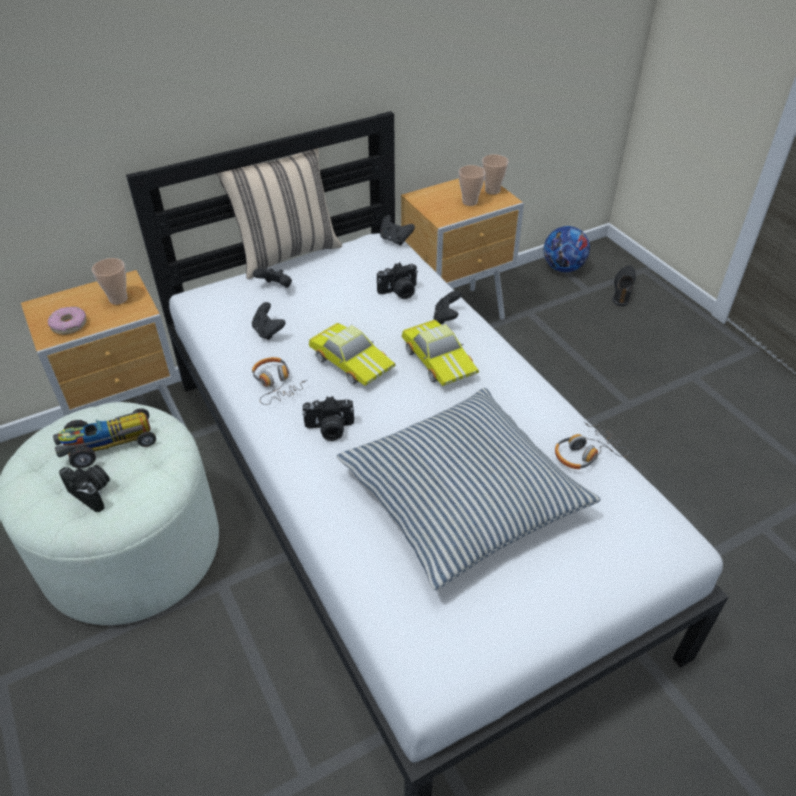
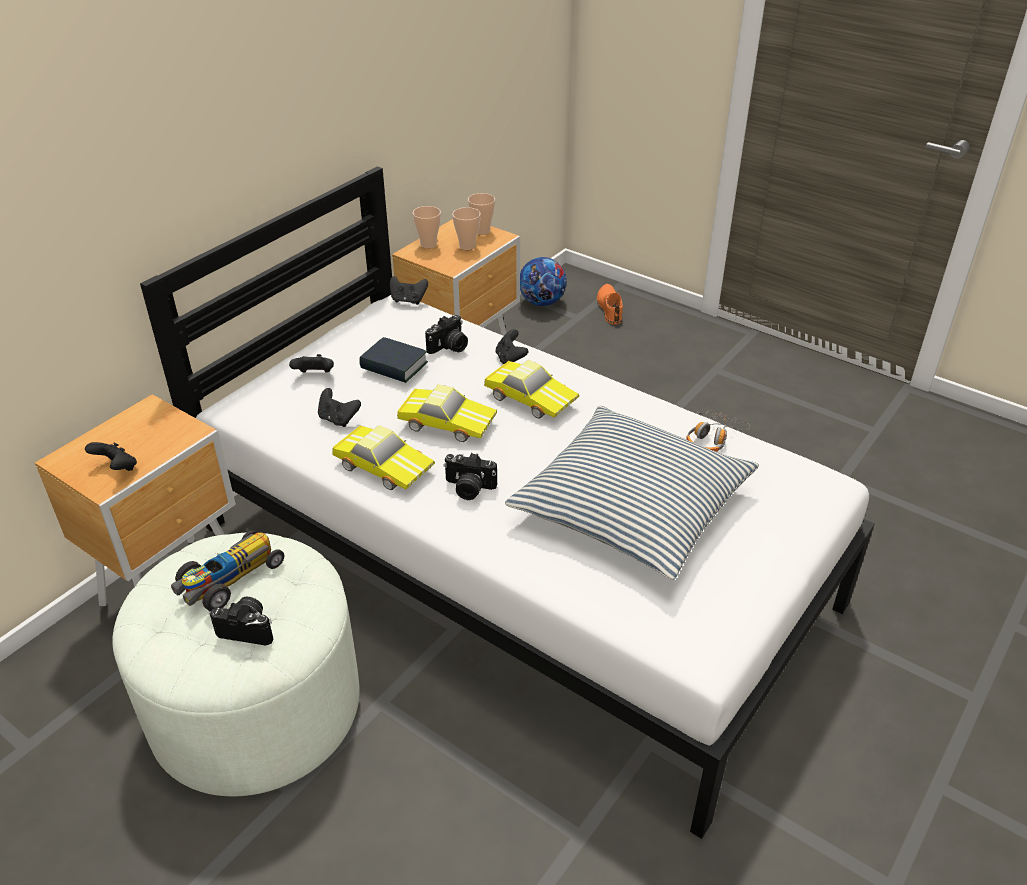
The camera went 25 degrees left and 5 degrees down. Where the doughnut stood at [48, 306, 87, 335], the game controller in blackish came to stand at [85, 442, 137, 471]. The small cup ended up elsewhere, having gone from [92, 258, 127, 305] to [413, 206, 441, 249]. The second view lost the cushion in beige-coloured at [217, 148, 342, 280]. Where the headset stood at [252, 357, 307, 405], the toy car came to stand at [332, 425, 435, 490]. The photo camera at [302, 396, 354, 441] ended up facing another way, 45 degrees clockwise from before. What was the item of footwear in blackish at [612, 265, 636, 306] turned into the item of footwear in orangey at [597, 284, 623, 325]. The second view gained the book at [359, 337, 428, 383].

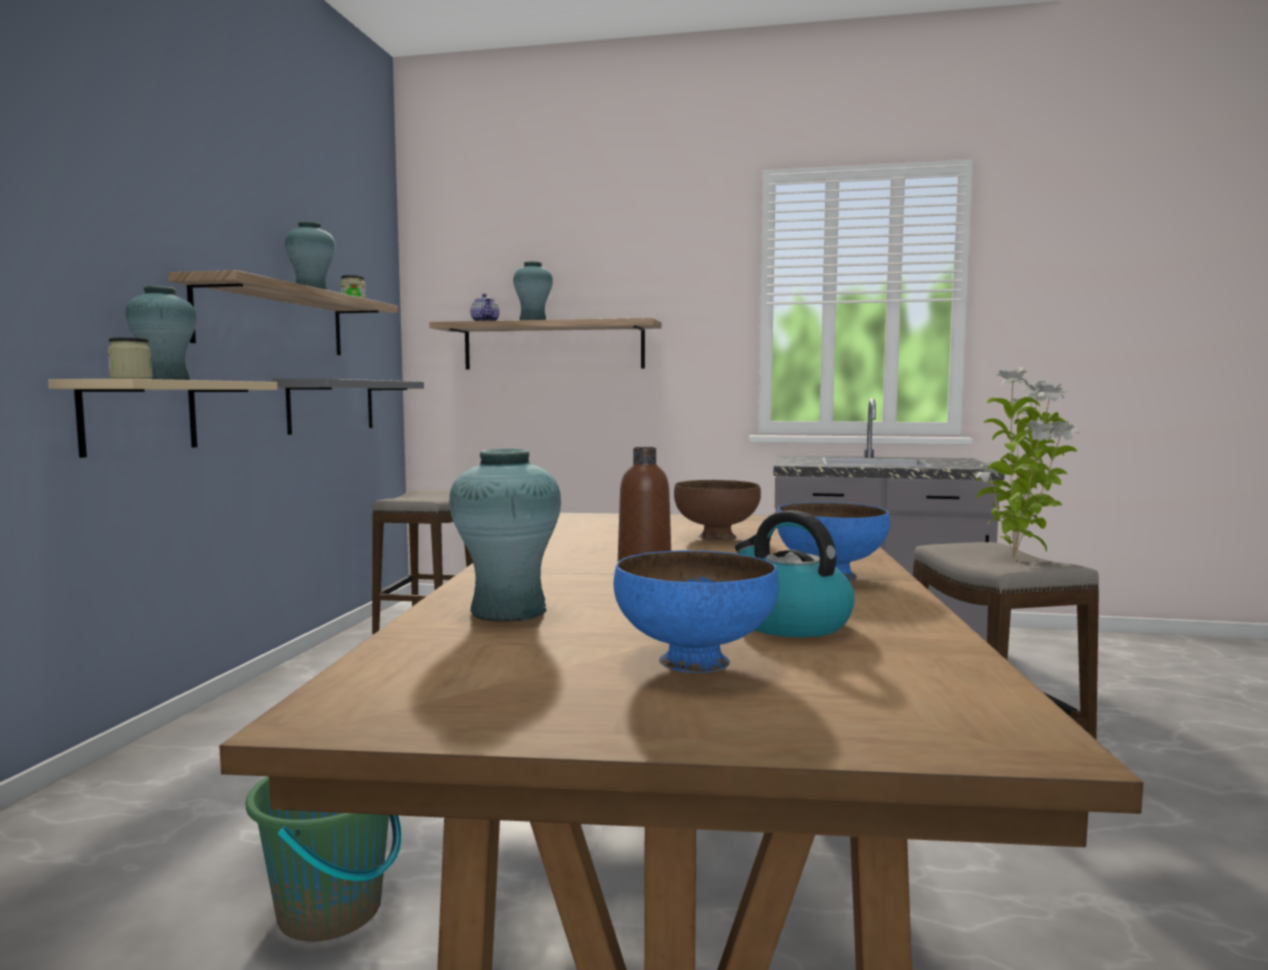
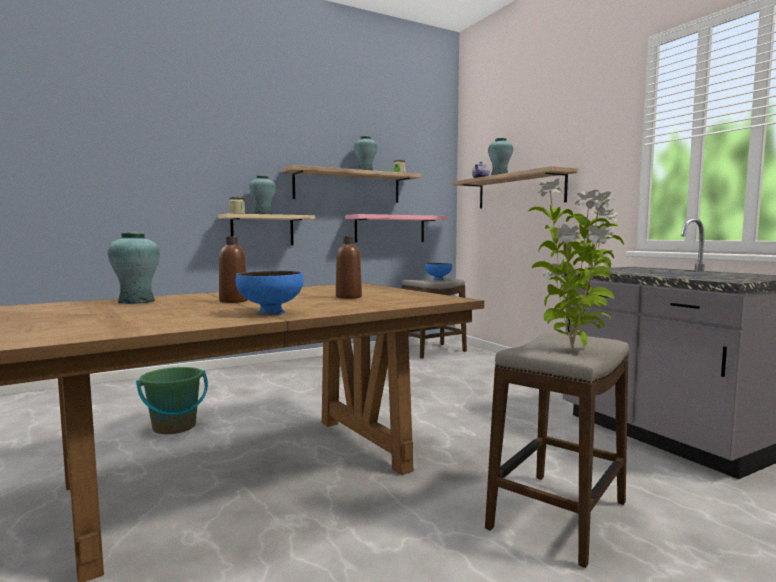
The camera went 50 degrees right and 0 degrees up. What was the bracket shelf in gray at [273, 379, 424, 435] turned into the bracket shelf in pinkish at [345, 214, 447, 242]. The deep dish in blue-coloured ended up elsewhere, having gone from [614, 550, 779, 673] to [425, 263, 452, 281]. Where the deep dish in brown stood at [674, 480, 761, 540], the beverage bottle in brown came to stand at [336, 236, 362, 299]. The second view lost the tea kettle at [735, 510, 855, 637].

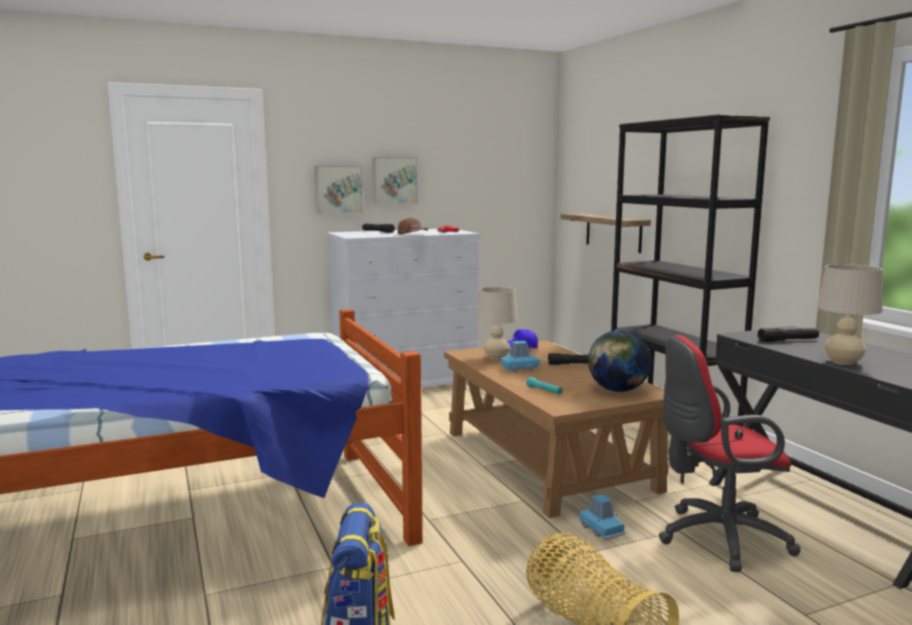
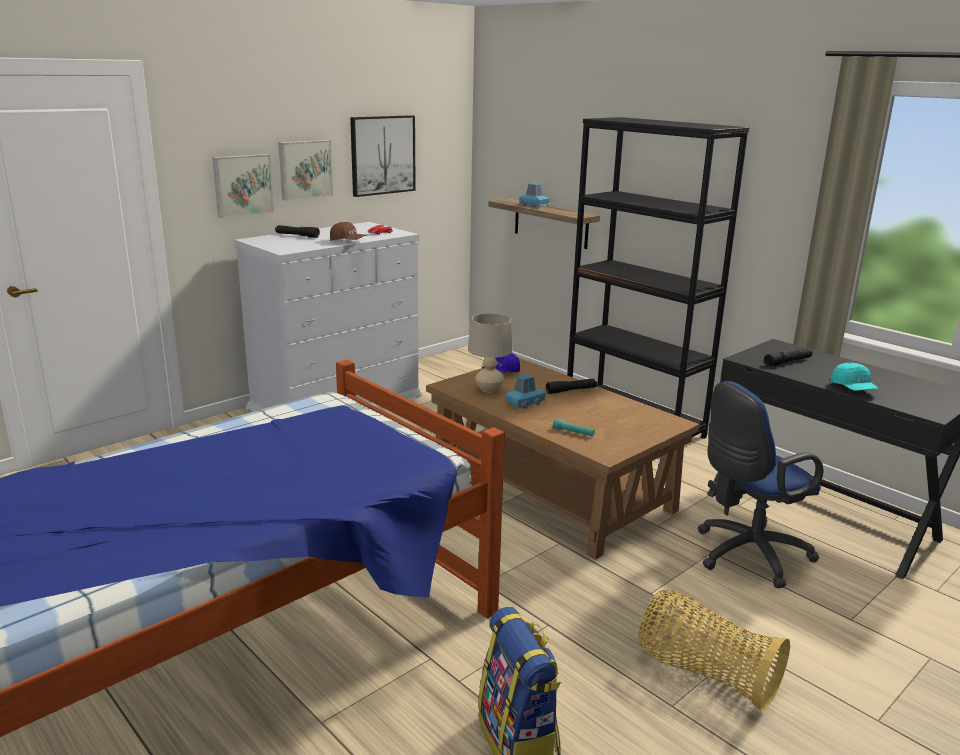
The camera went 20 degrees left and 10 degrees up. The toy car in blue-coloured ended up elsewhere, having gone from [579, 494, 625, 540] to [519, 183, 550, 207]. The second view lost the globe at [588, 330, 651, 392]. What was the office chair in red at [658, 335, 801, 572] turned into the office chair in blue-coloured at [698, 381, 824, 588]. Where the table lamp in beige-coloured stood at [817, 264, 883, 365], the peaked cap in turquoise came to stand at [830, 362, 879, 391]. The second view gained the wall picture at [350, 115, 416, 197].

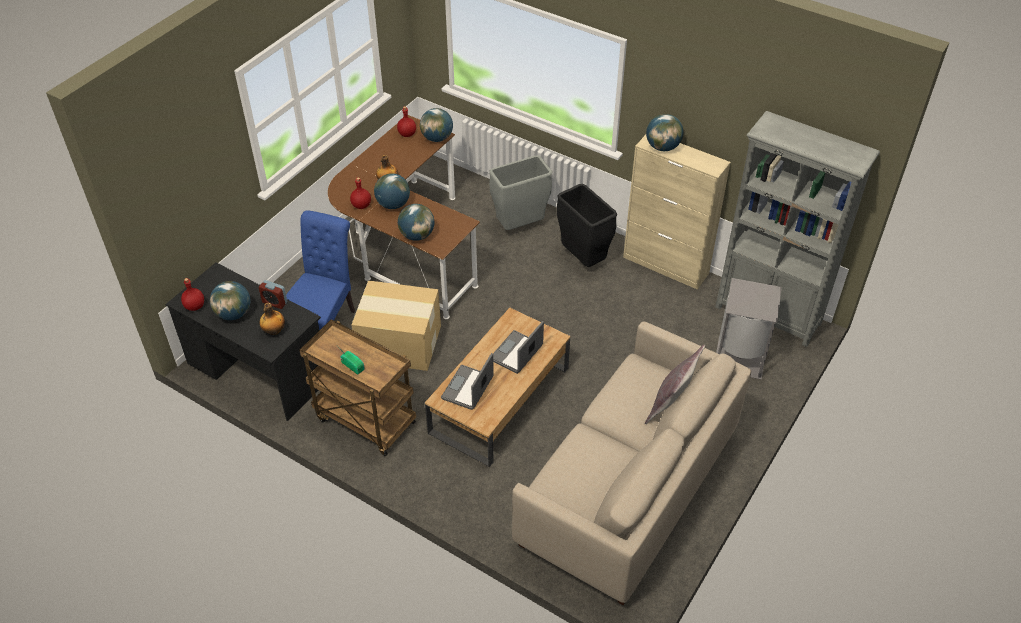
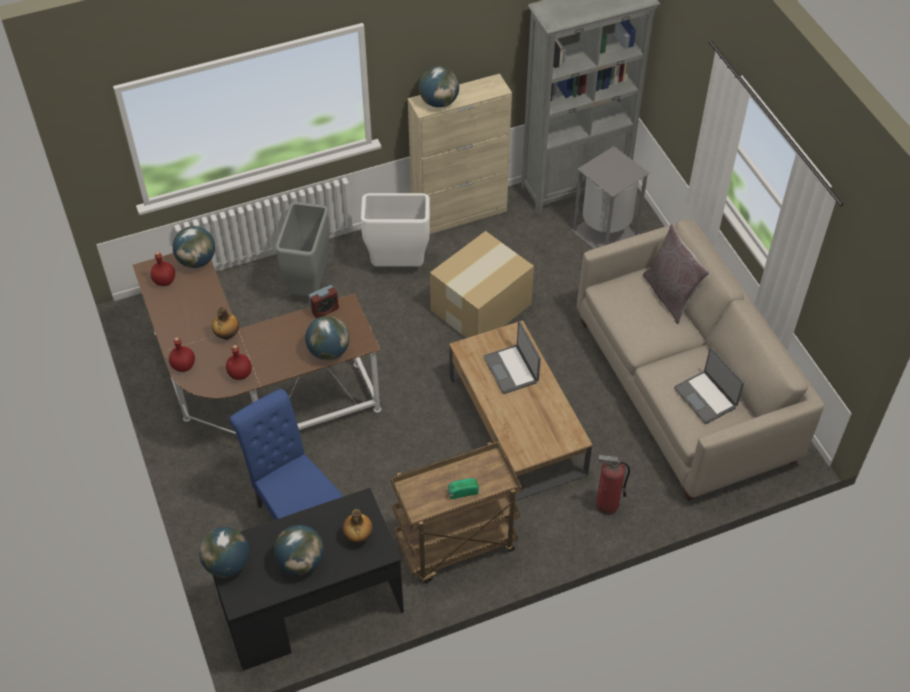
The camera went 55 degrees left and 5 degrees up. The beverage bottle in red ended up elsewhere, having gone from [181, 278, 204, 311] to [169, 337, 195, 372]. The bedside clock ended up elsewhere, having gone from [259, 280, 287, 309] to [309, 285, 339, 318]. The packing box ended up elsewhere, having gone from [351, 280, 441, 371] to [430, 231, 534, 338]. The globe ended up elsewhere, having gone from [374, 173, 410, 209] to [199, 527, 250, 577]. The portable computer ended up elsewhere, having gone from [441, 353, 494, 410] to [674, 347, 744, 424]. What was the trash can in blackish at [557, 184, 617, 267] turned into the trash can in white-coloured at [361, 193, 430, 267]. The second view gained the fire-fighting cylinder at [596, 455, 630, 515].

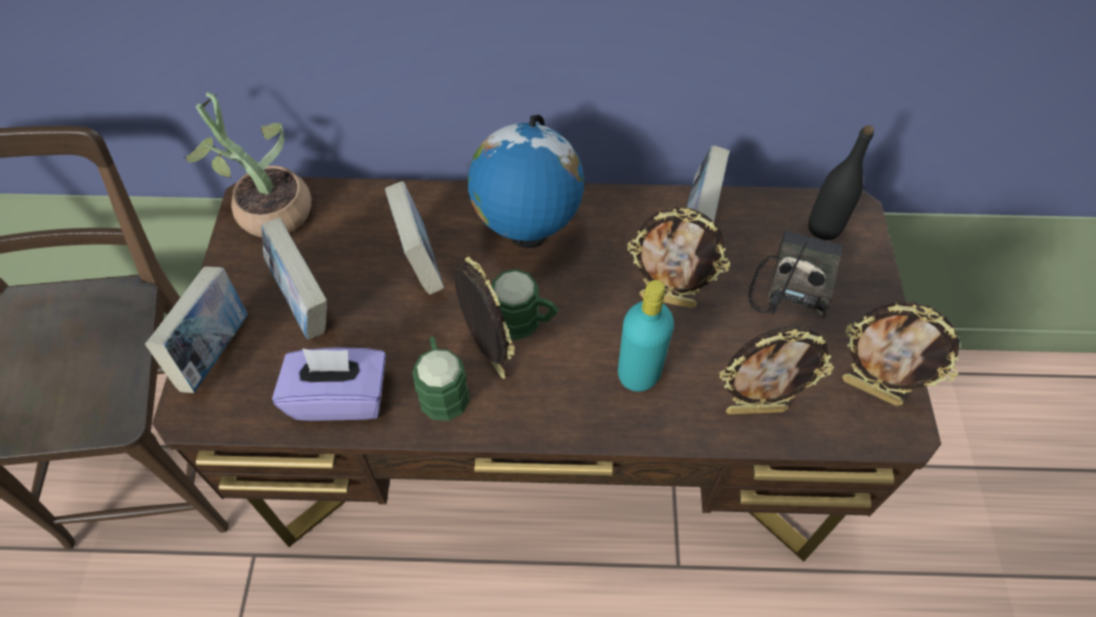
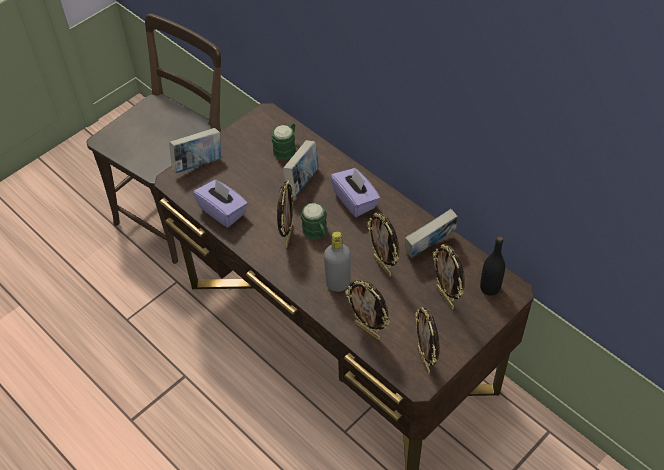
The camera went 45 degrees right and 5 degrees down. The second view lost the plant in a pot at [184, 92, 311, 237]. The second view lost the book at [261, 218, 327, 340]. The coffee mug in green-coloured ended up elsewhere, having gone from [412, 337, 470, 421] to [271, 123, 296, 160]. Where the globe stood at [468, 115, 584, 248], the box of tissues in purplish came to stand at [330, 168, 380, 217]. What was the beverage bottle in turquoise at [618, 280, 674, 392] turned into the beverage bottle in gray at [324, 231, 351, 292]. Where the radio set stood at [748, 230, 843, 318], the picture frame came to stand at [433, 244, 465, 310].

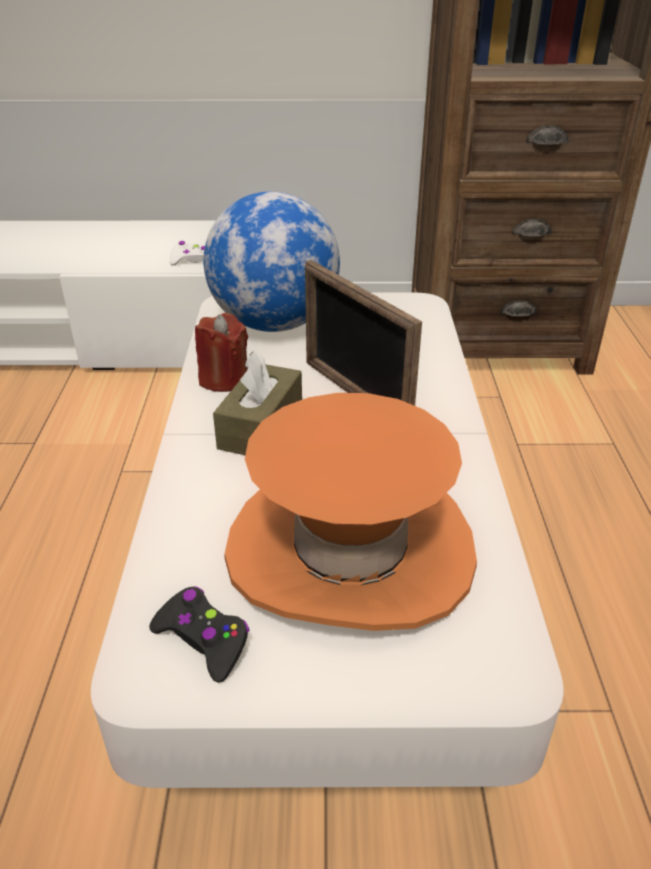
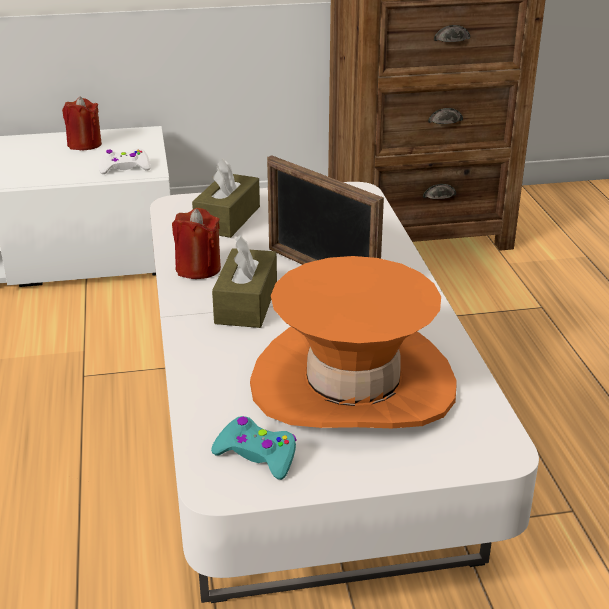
The camera went 10 degrees left and 5 degrees down. What was the game controller in blackish at [149, 586, 250, 683] turned into the game controller in turquoise at [211, 416, 297, 480]. Where the globe stood at [203, 192, 340, 332], the box of tissues in brown came to stand at [192, 158, 260, 238]. The second view gained the wax candle in red at [62, 96, 102, 150].

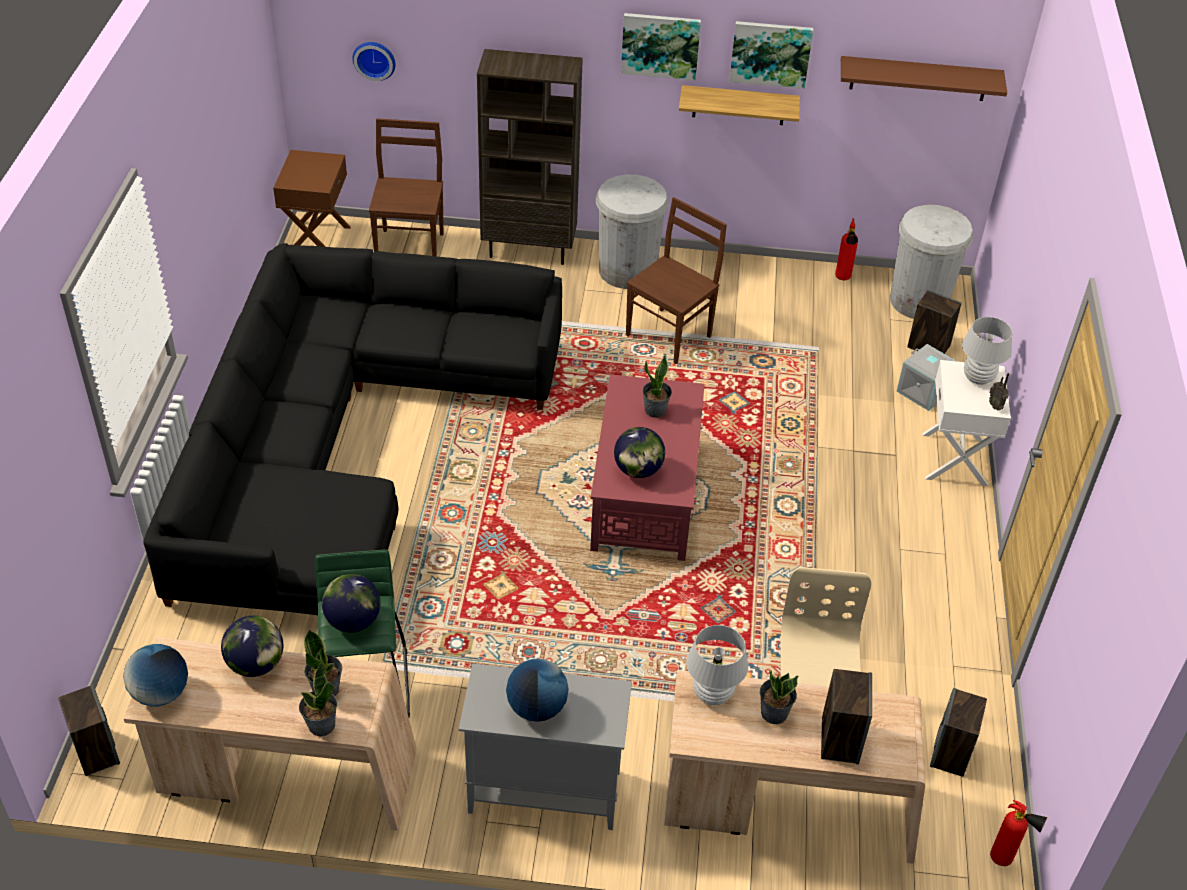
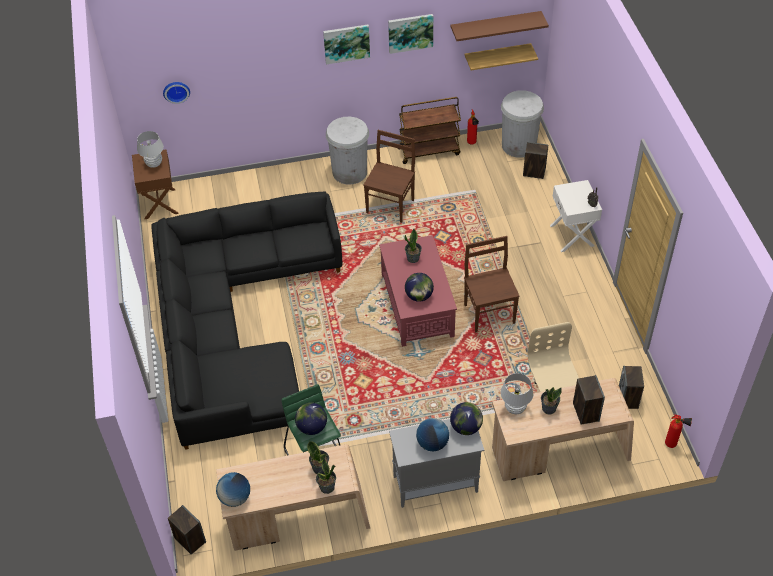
The camera went 15 degrees left and 5 degrees up. The globe ended up elsewhere, having gone from [221, 615, 283, 677] to [450, 402, 483, 435]. The upright chair in brown ended up elsewhere, having gone from [369, 118, 444, 257] to [464, 236, 520, 332]. The second view lost the bookcase in brown at [477, 49, 583, 265]. The bracket shelf ended up elsewhere, having gone from [679, 85, 800, 125] to [465, 43, 538, 70]. The second view lost the storage bin in gray at [897, 344, 956, 411]. The table lamp in white-coloured ended up elsewhere, having gone from [962, 317, 1012, 385] to [137, 131, 164, 168]. The second view gained the cart in brown at [399, 97, 461, 164].

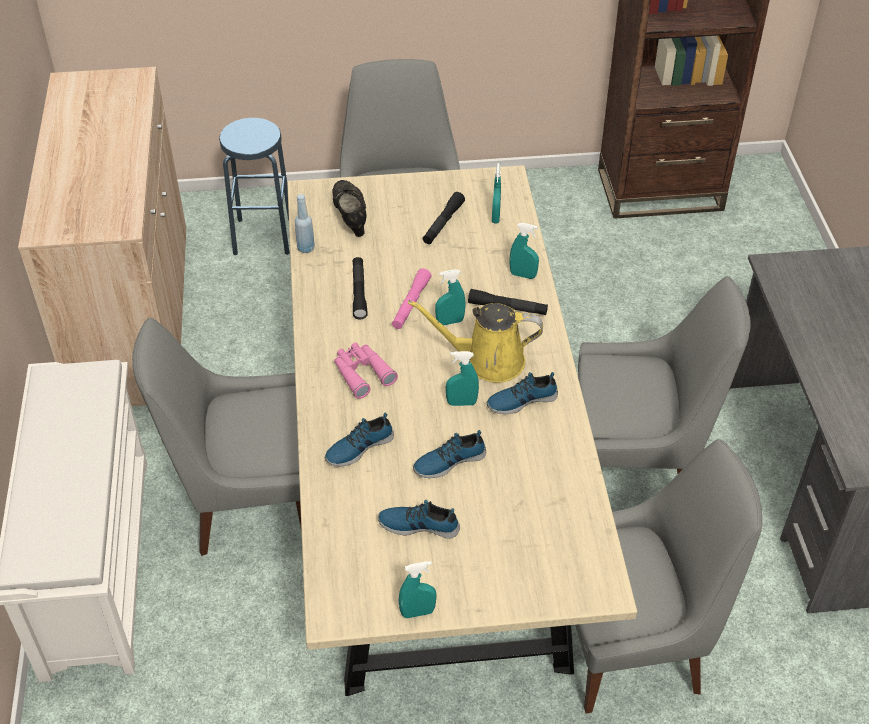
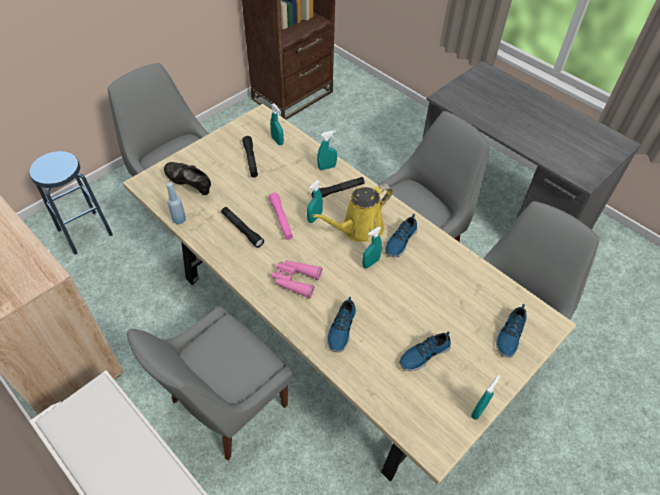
The camera went 40 degrees left and 5 degrees up. The item of footwear ended up elsewhere, having gone from [413, 430, 486, 478] to [496, 304, 527, 358].

